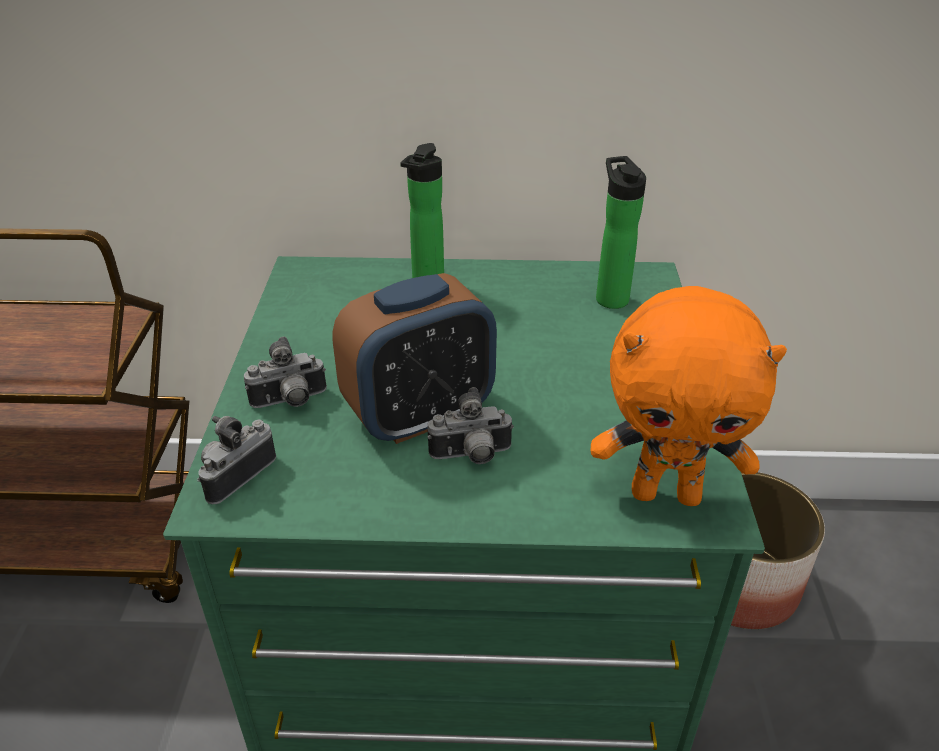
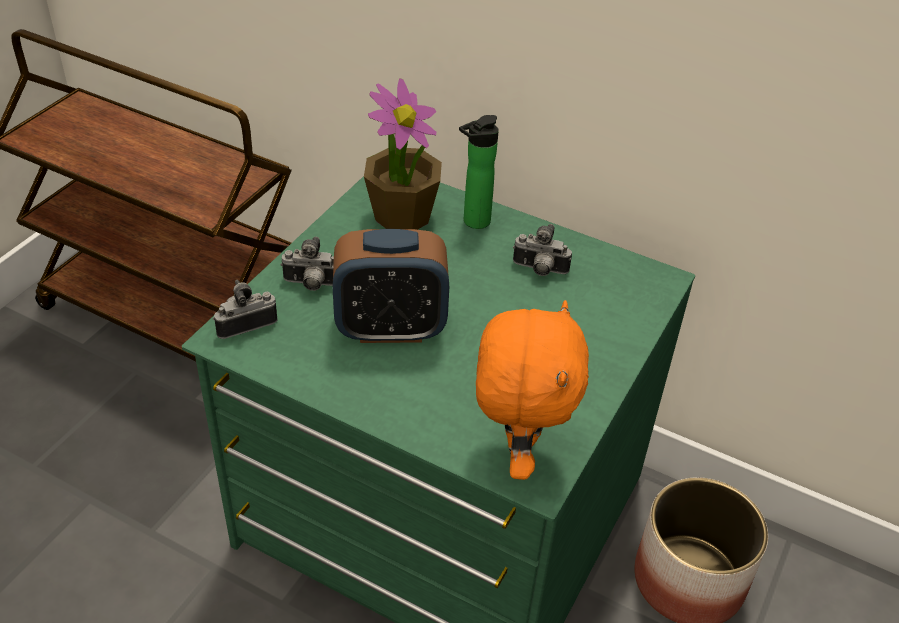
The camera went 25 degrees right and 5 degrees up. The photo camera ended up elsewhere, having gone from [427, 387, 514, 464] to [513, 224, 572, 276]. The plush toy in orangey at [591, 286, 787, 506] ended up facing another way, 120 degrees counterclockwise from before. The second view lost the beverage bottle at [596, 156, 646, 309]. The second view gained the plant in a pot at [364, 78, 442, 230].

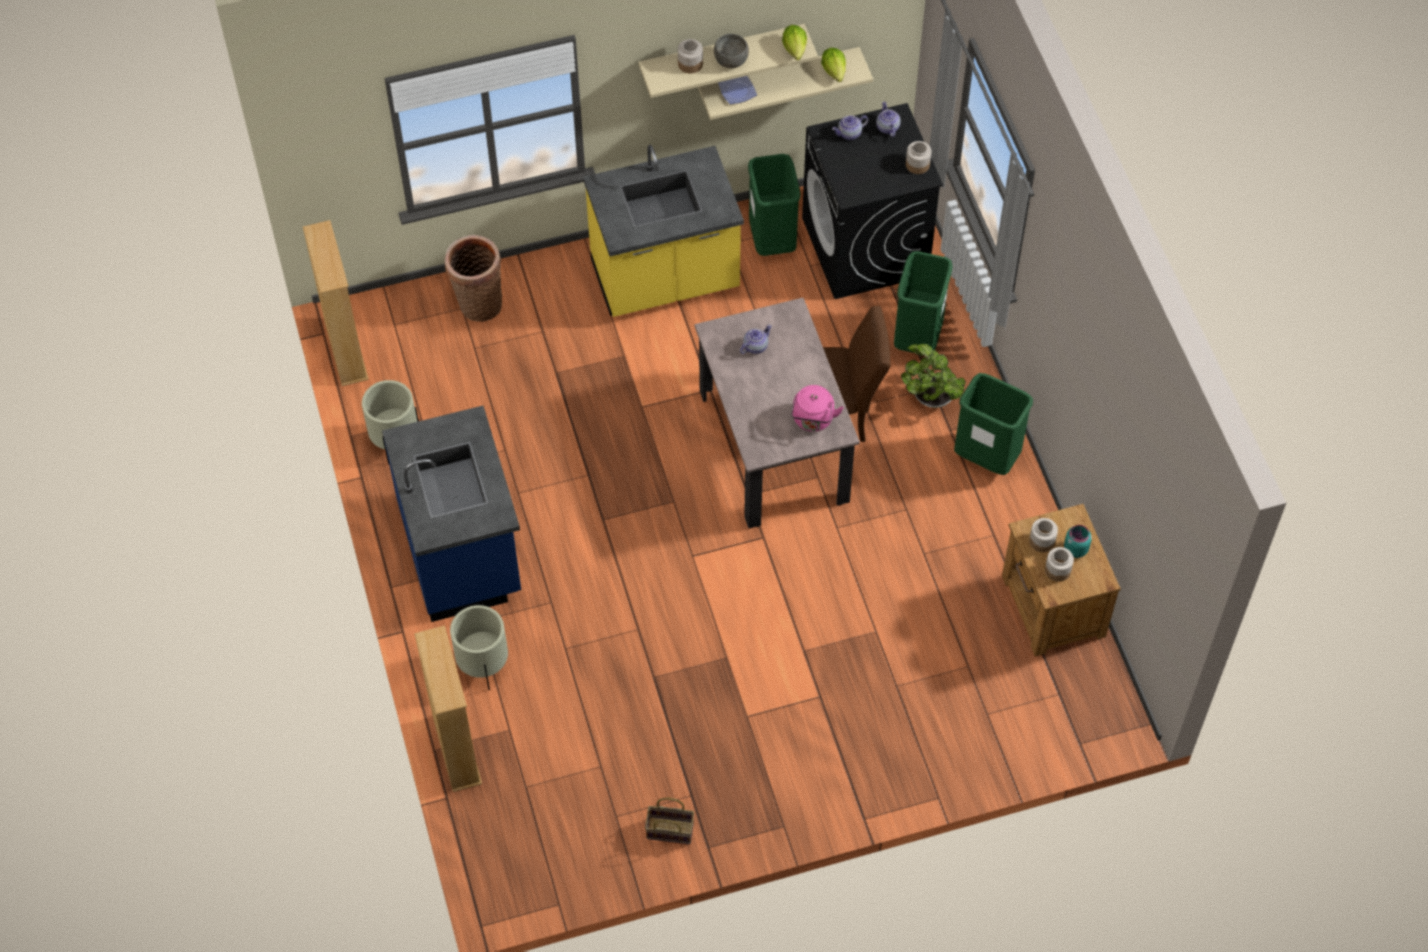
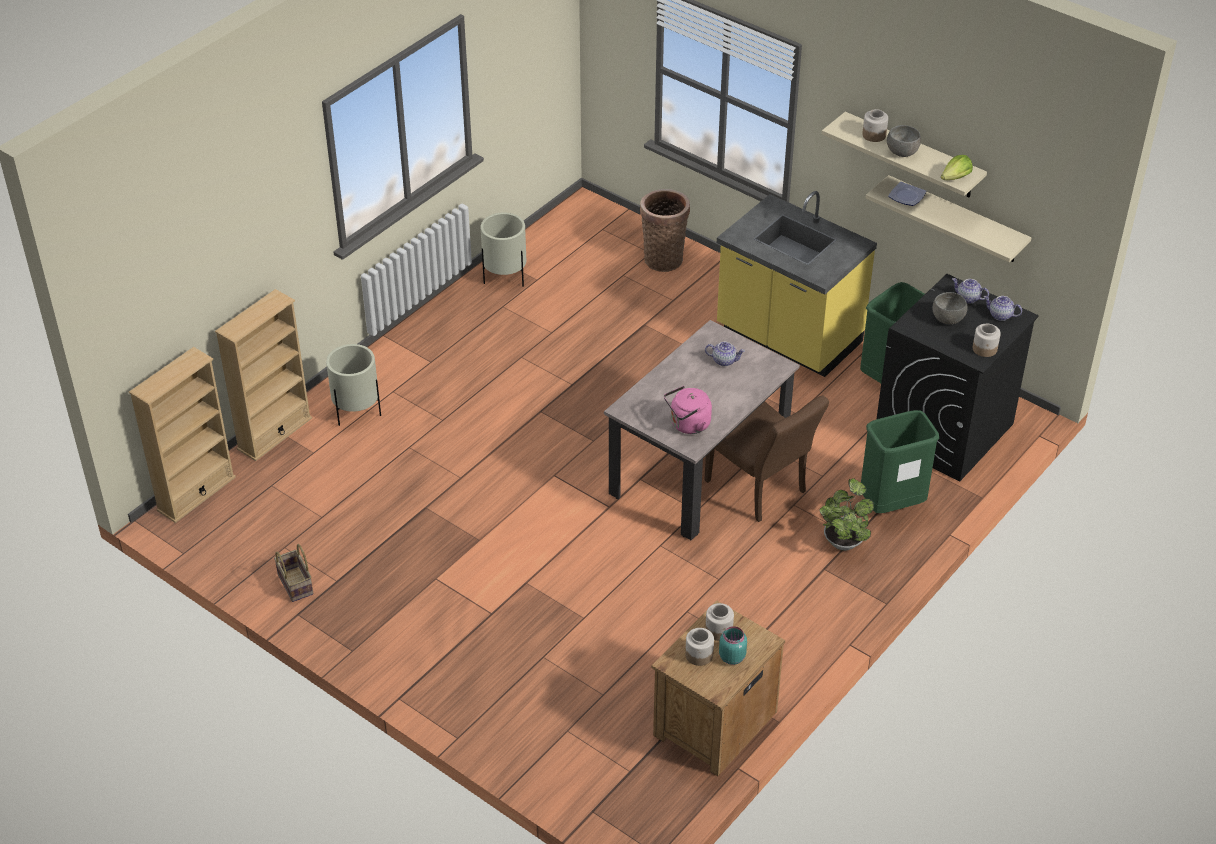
The camera went 55 degrees right and 15 degrees down. The bookcase in beige-coloured ended up elsewhere, having gone from [303, 220, 369, 386] to [129, 347, 236, 523]. The second view lost the kitchen counter in blue-coloured at [382, 406, 521, 622]. The second view lost the lettuce at [821, 48, 846, 82]. The tea pot at [876, 101, 901, 137] ended up facing another way, 105 degrees counterclockwise from before. The second view lost the trash can in green-coloured at [954, 373, 1033, 475]. The second view gained the deep dish in gray at [933, 292, 967, 324].

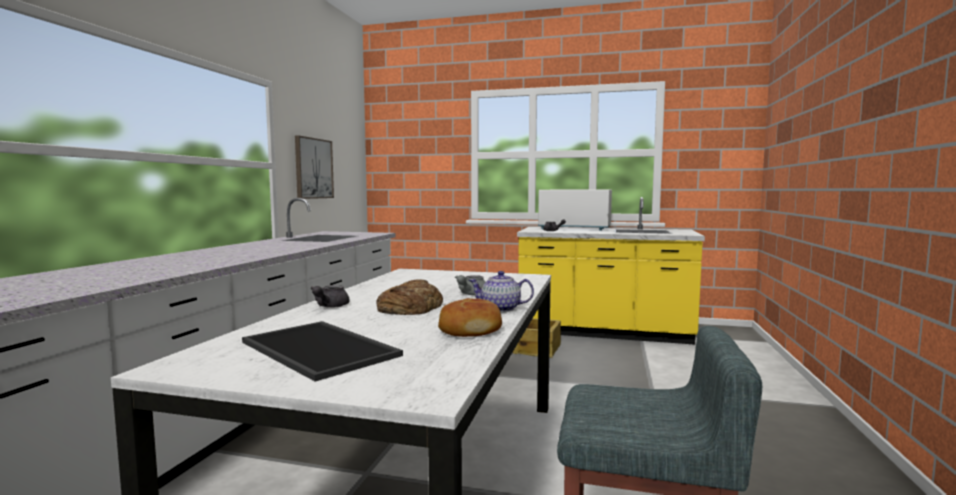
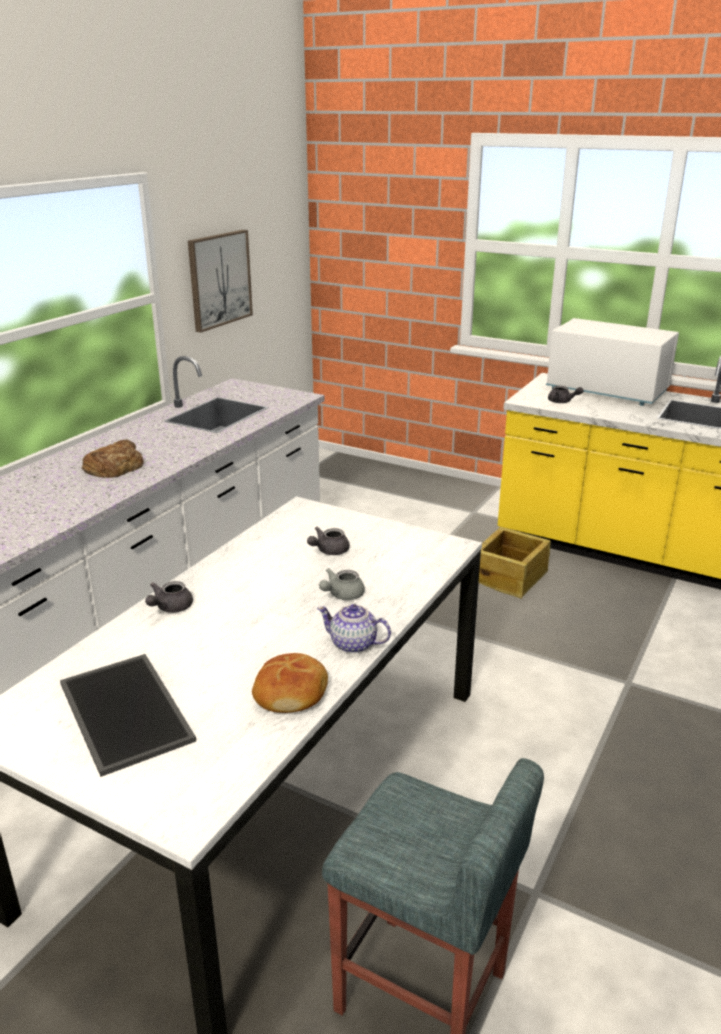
The camera went 15 degrees right and 20 degrees up. The bread ended up elsewhere, having gone from [377, 279, 443, 315] to [82, 440, 144, 478]. The second view gained the tea pot in gray at [307, 527, 350, 555].

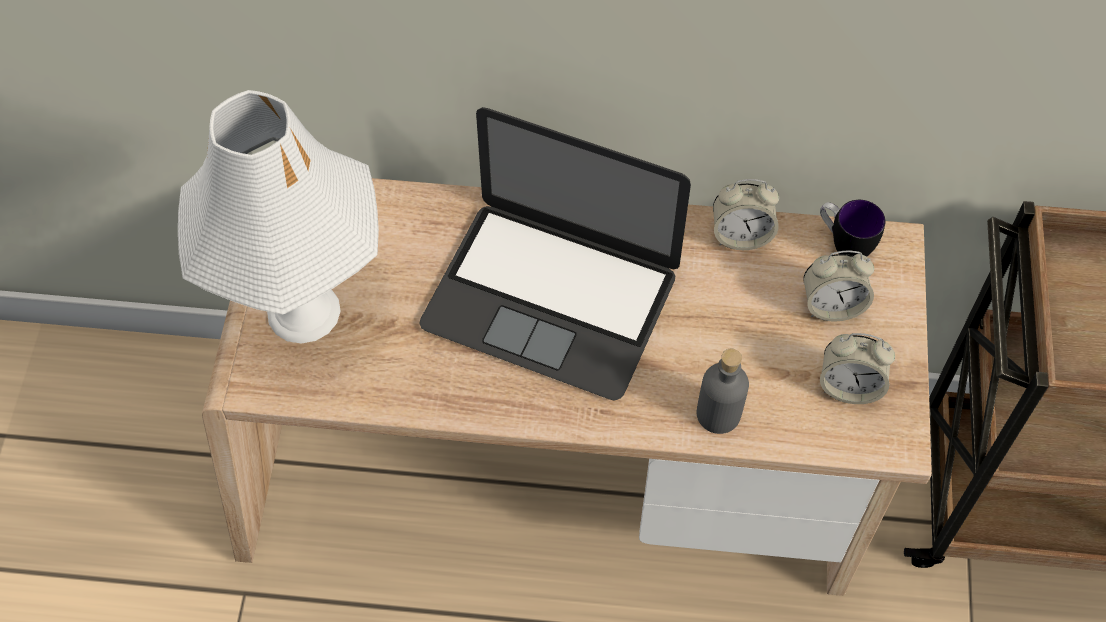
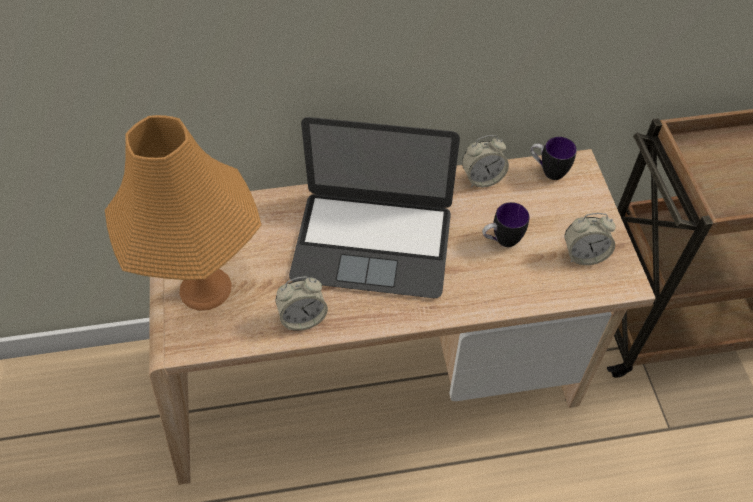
The camera went 15 degrees left and 5 degrees down. What was the table lamp in white-coloured at [178, 90, 379, 344] turned into the table lamp in orangey at [105, 115, 262, 311]. The second view lost the beverage bottle in gray at [697, 349, 749, 434]. The bedside clock ended up elsewhere, having gone from [803, 251, 874, 322] to [276, 276, 328, 331]. The second view gained the coffee mug at [482, 202, 529, 247].

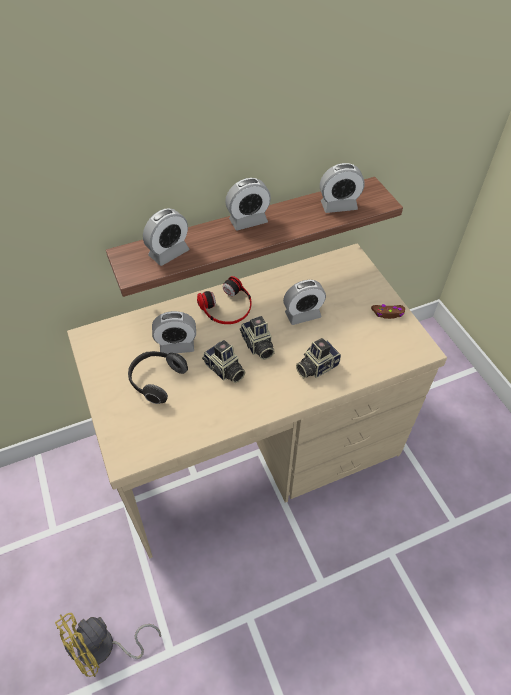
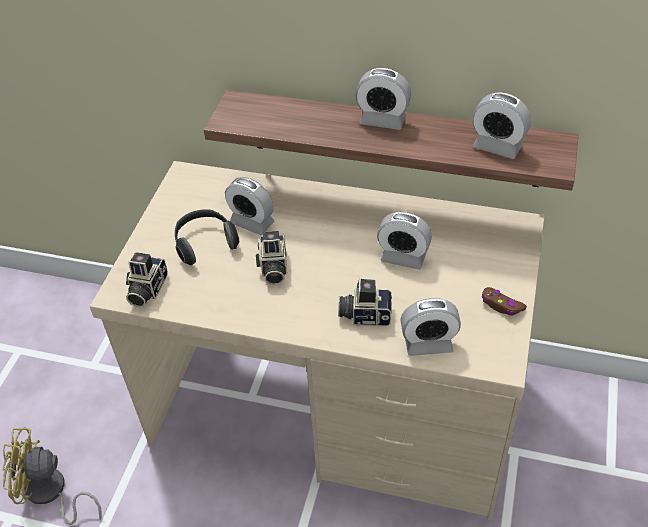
The camera went 40 degrees right and 5 degrees down. The bedside clock ended up elsewhere, having gone from [143, 208, 189, 266] to [400, 298, 461, 356]. The second view lost the headset at [197, 276, 252, 324]. The photo camera ended up elsewhere, having gone from [240, 316, 275, 360] to [126, 252, 168, 307].

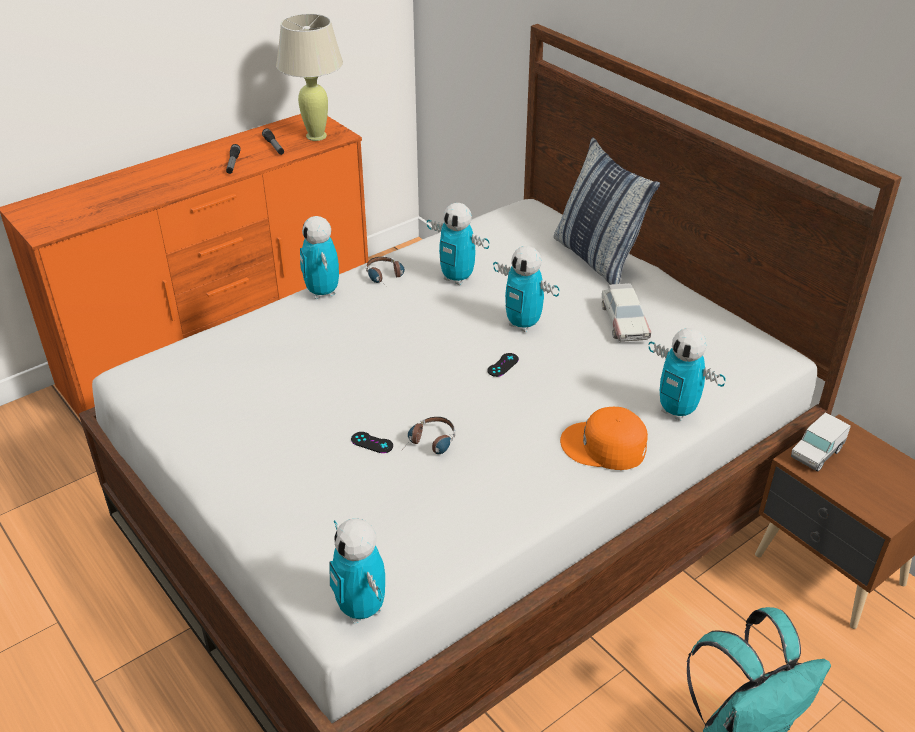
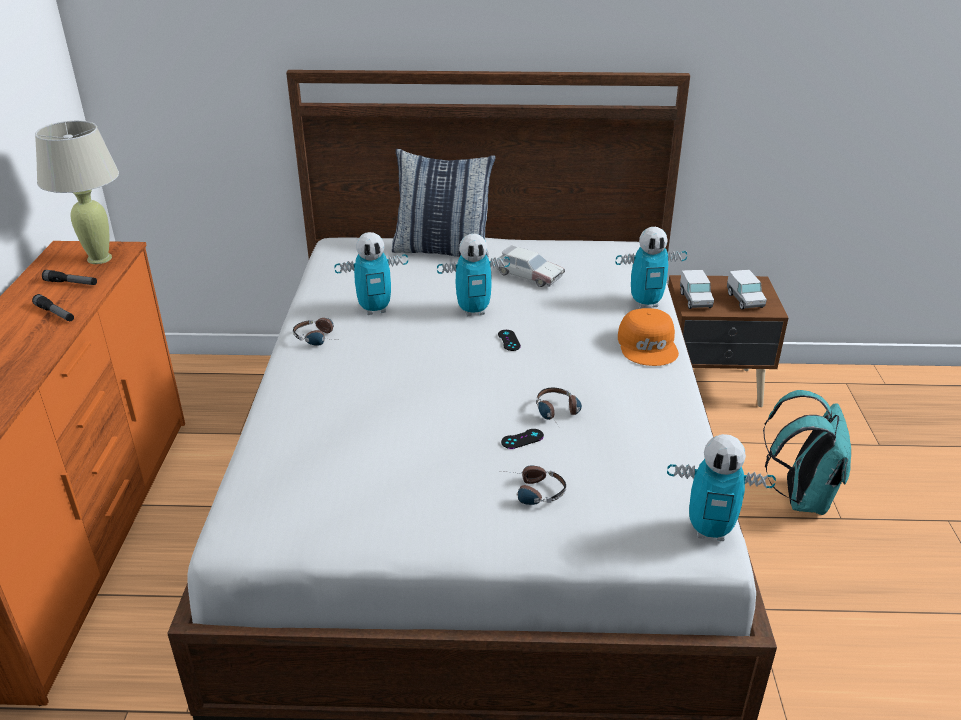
The camera went 50 degrees left and 5 degrees down. The second view lost the toy robot at [300, 216, 339, 299]. The peaked cap in orangey at [560, 407, 648, 470] ended up facing another way, 60 degrees counterclockwise from before. The second view gained the headset at [501, 466, 566, 505]. The second view gained the model truck at [727, 270, 767, 310].

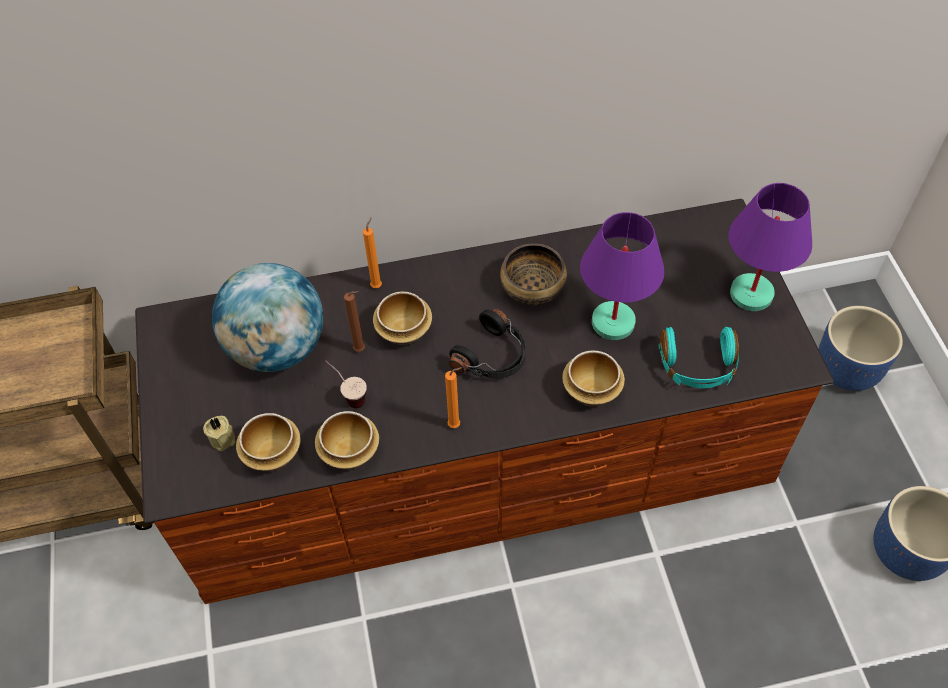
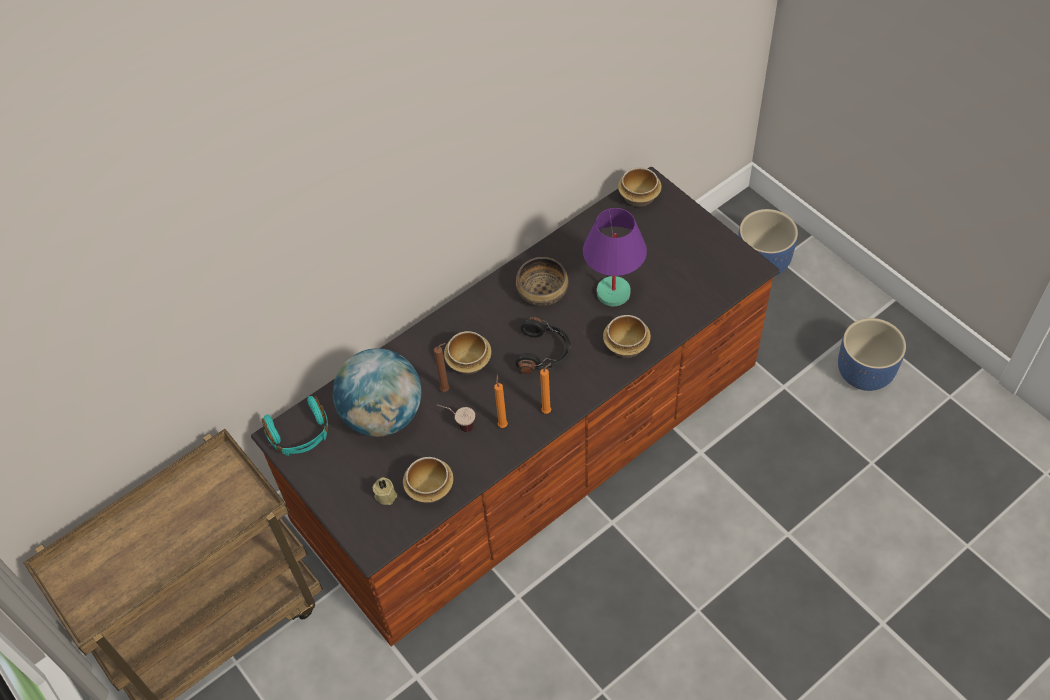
The camera went 25 degrees left and 0 degrees up. The deep dish ended up elsewhere, having gone from [315, 411, 379, 469] to [618, 167, 662, 207]. The wax candle in orangey ended up elsewhere, having gone from [363, 217, 382, 288] to [494, 374, 508, 428]. The headset in turquoise ended up elsewhere, having gone from [659, 327, 739, 389] to [261, 396, 328, 456]. The second view lost the table lamp in purplish at [728, 183, 812, 311].

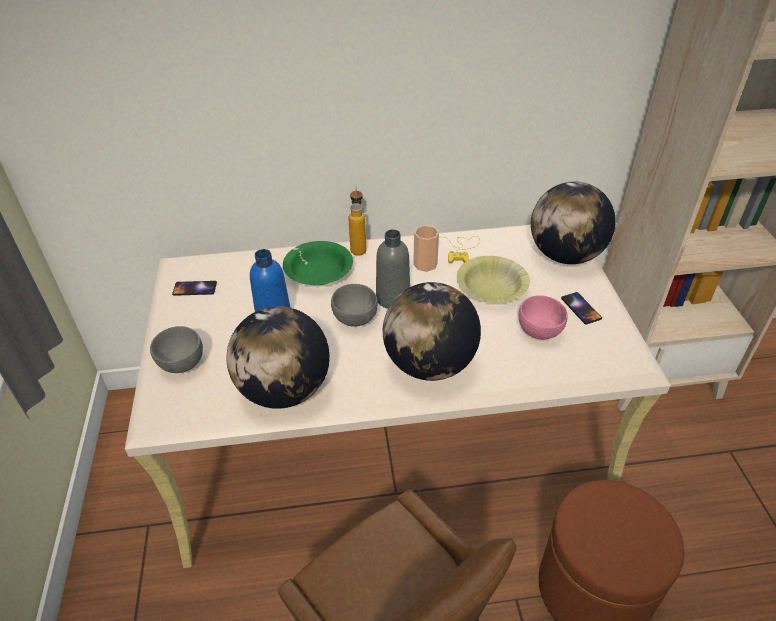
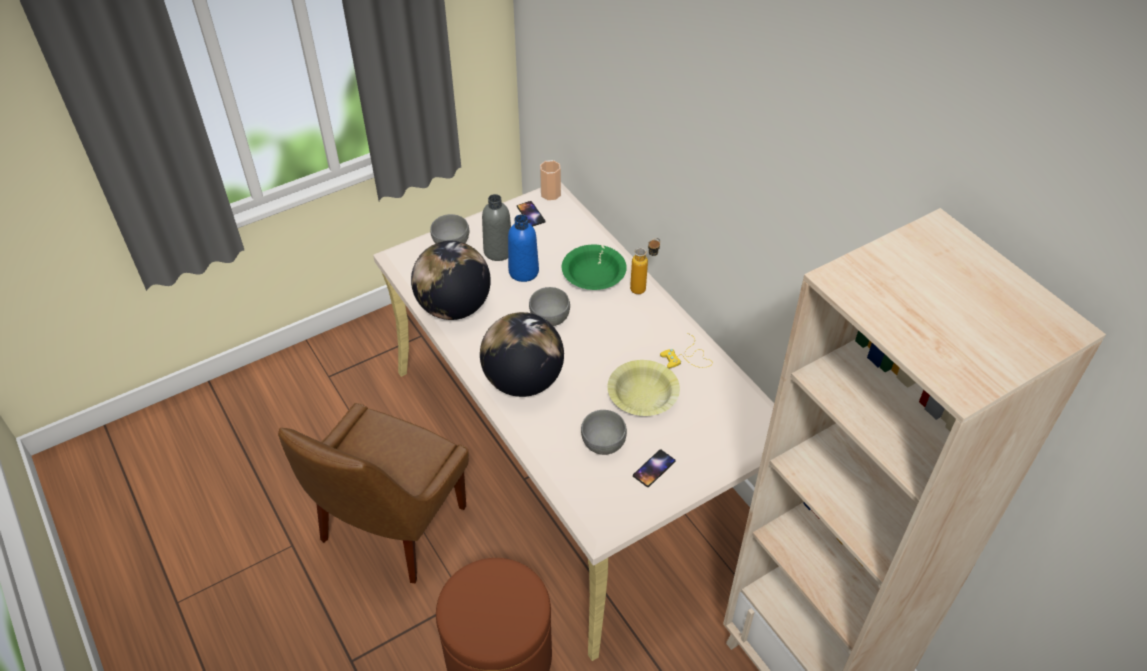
The camera went 65 degrees right and 5 degrees up. The beverage bottle in gray ended up elsewhere, having gone from [376, 229, 410, 309] to [482, 194, 511, 261]. The small cup ended up elsewhere, having gone from [413, 225, 439, 272] to [540, 160, 561, 200]. What was the deep dish in pinkish at [519, 295, 568, 339] turned into the deep dish in gray at [581, 410, 627, 455]. The second view lost the globe at [531, 182, 616, 264].

